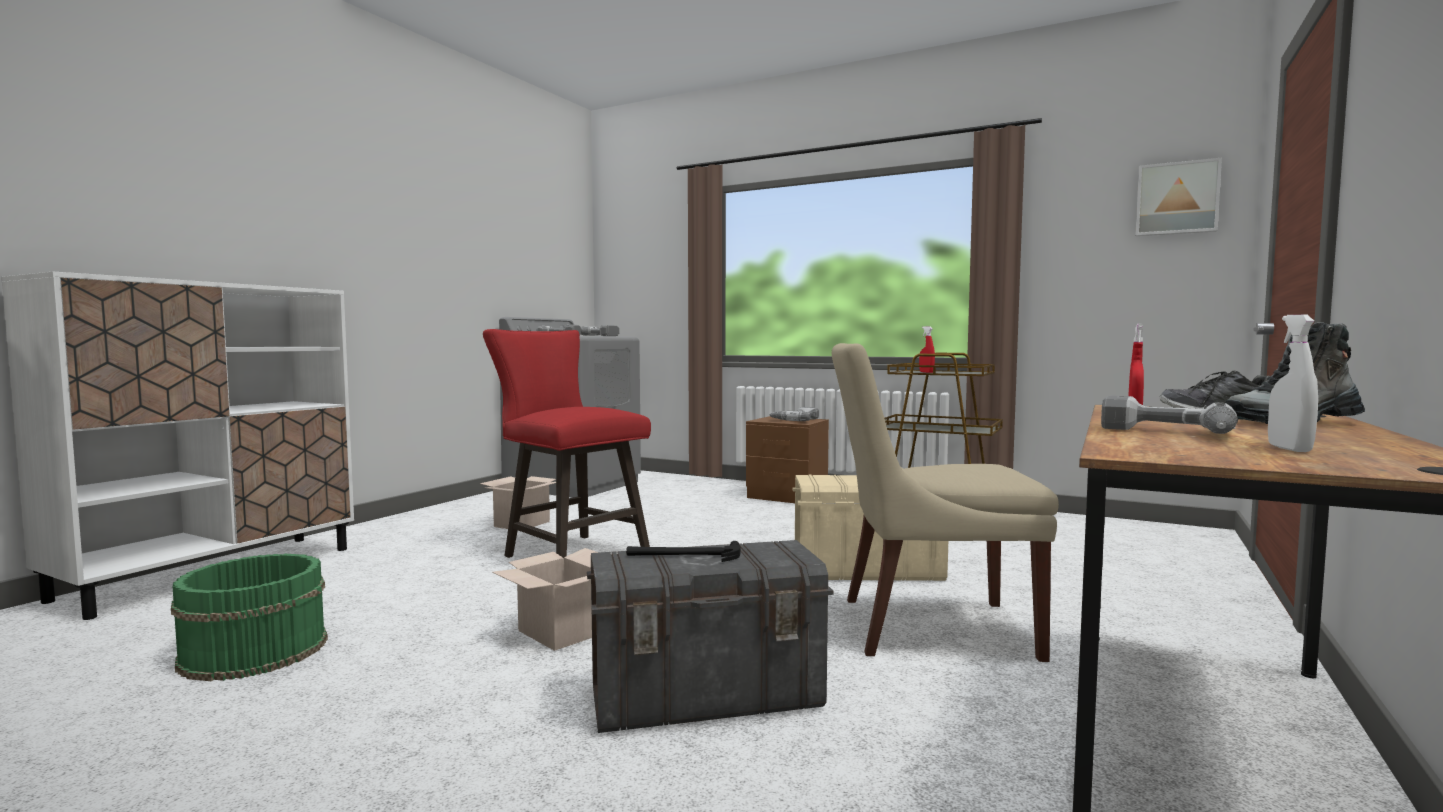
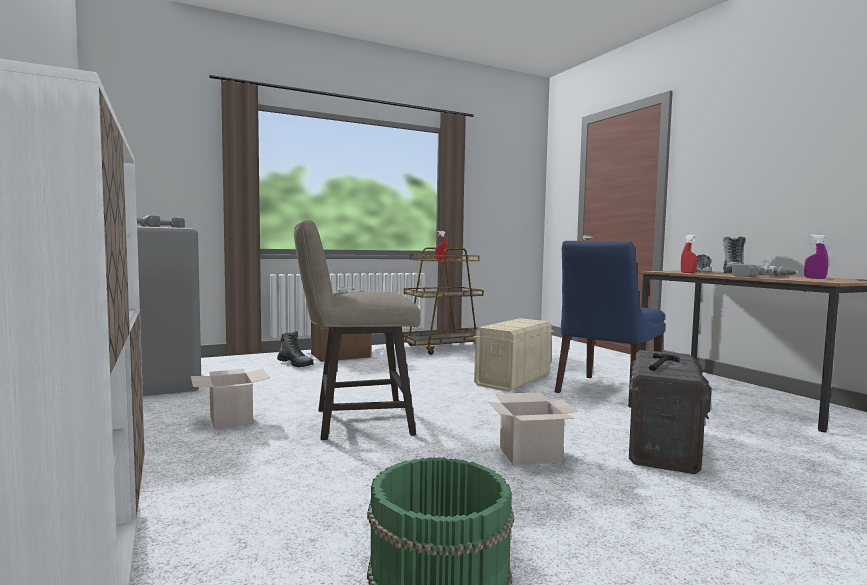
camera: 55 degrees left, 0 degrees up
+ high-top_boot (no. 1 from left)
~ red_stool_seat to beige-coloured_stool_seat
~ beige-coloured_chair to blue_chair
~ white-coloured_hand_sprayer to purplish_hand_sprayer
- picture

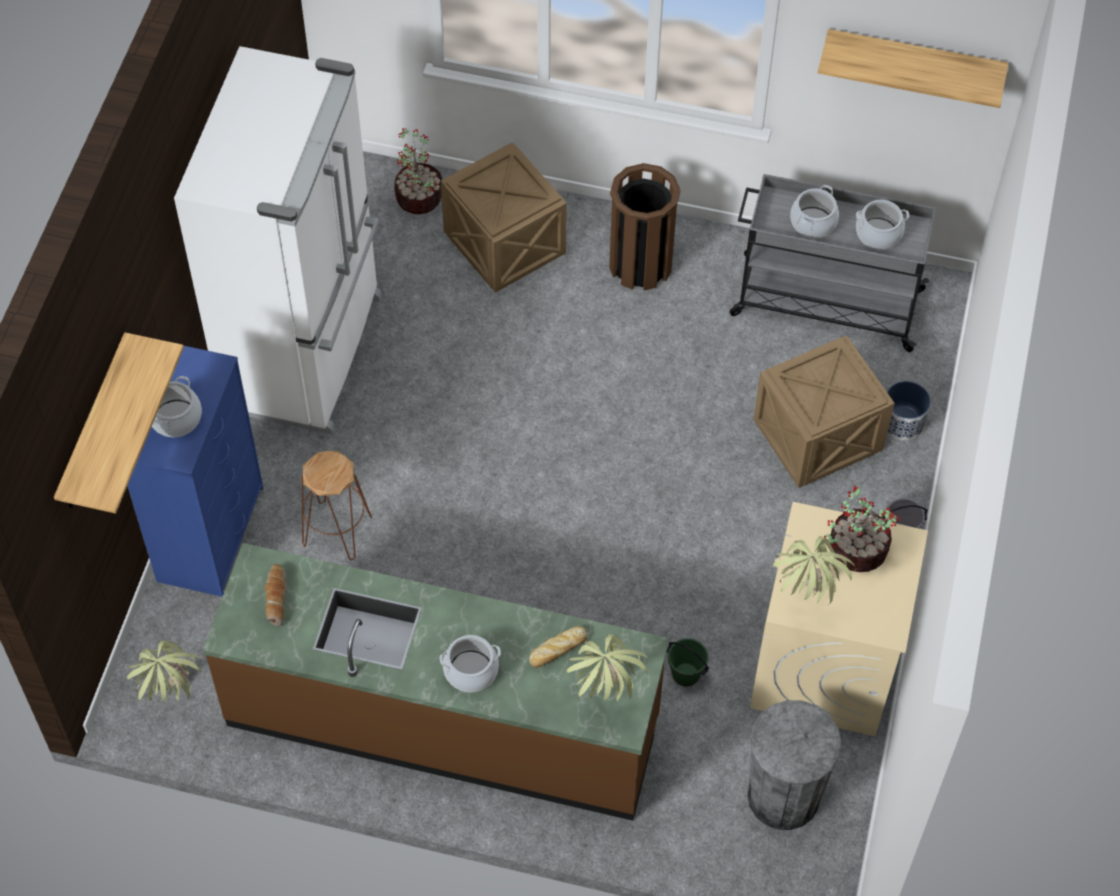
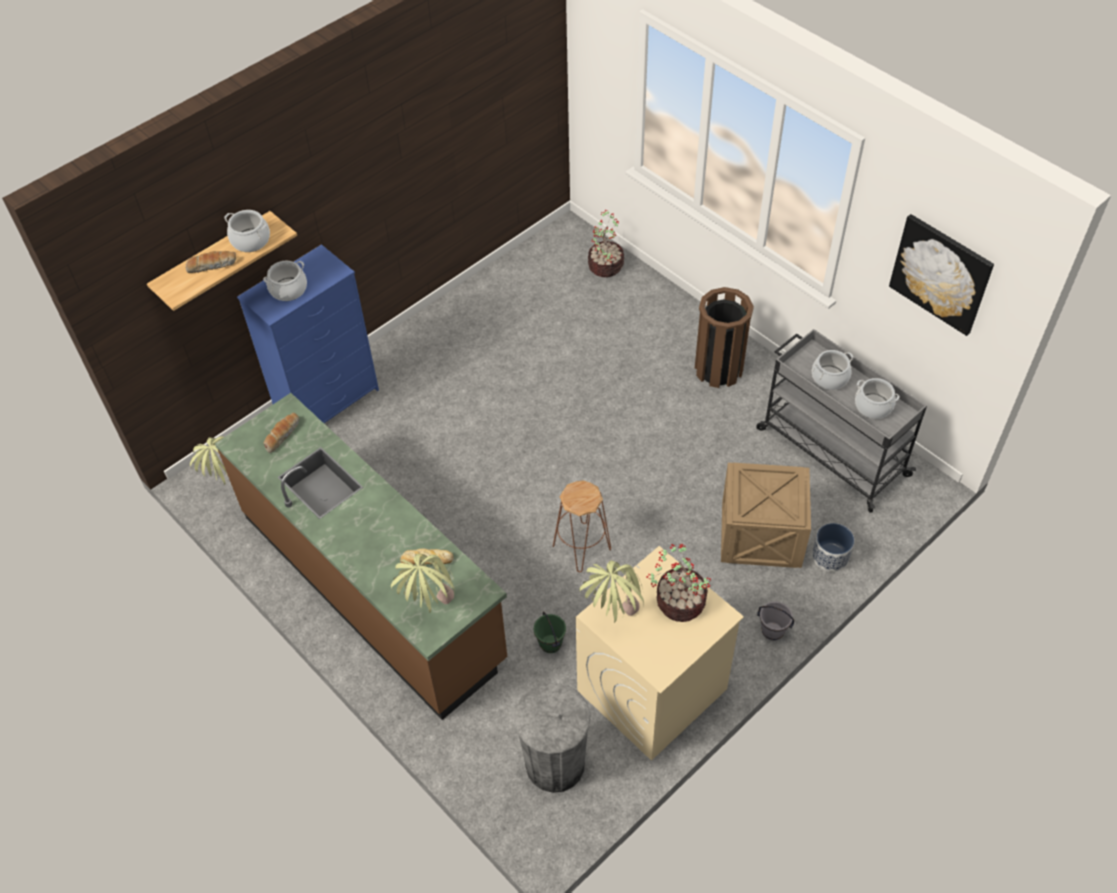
camera: 35 degrees right, 5 degrees down
+ baked_bread (no. 1 from left)
~ cooking_pot (no. 2 from left in the first image) to cooking_pot (no. 1 from left)
~ brown-coloured_stool_seat
~ shelf (no. 2 from left) to picture
- white-coloured_kitchen_fridge
- crate (no. 1 from left)

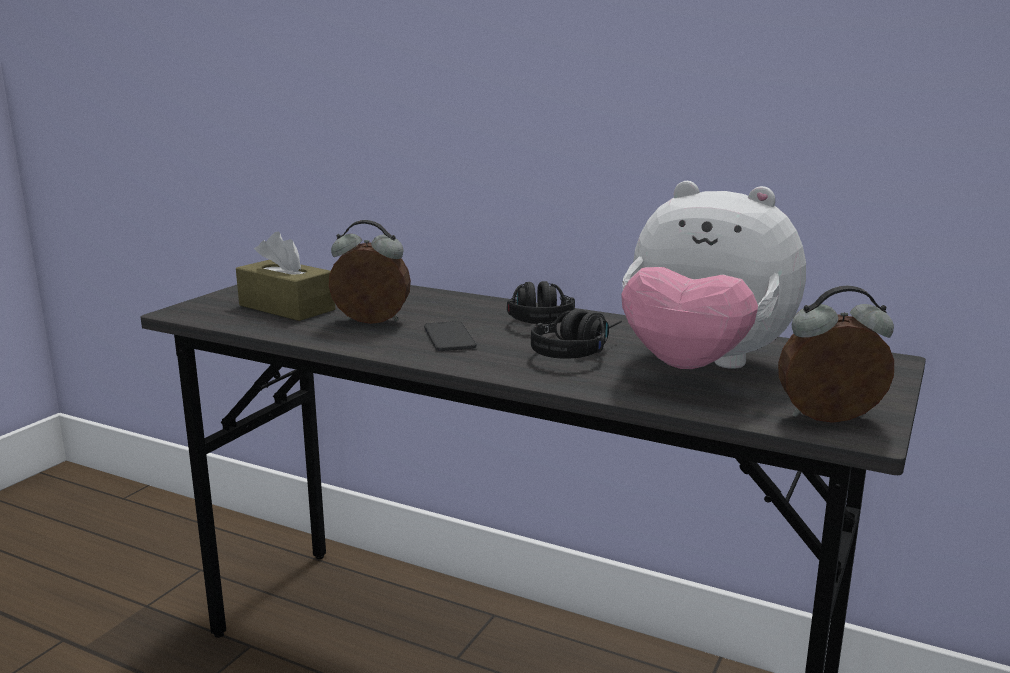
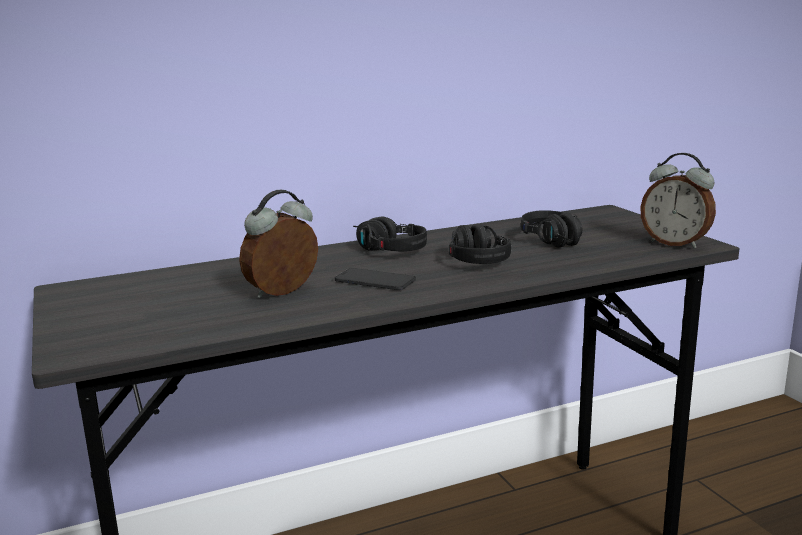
camera: 50 degrees left, 0 degrees up
~ cuddly_toy to black_headphones (no. 3 from left)
~ bedside_clock (no. 2 from left) 90 degrees counterclockwise
- brown-coloured_tissue_box

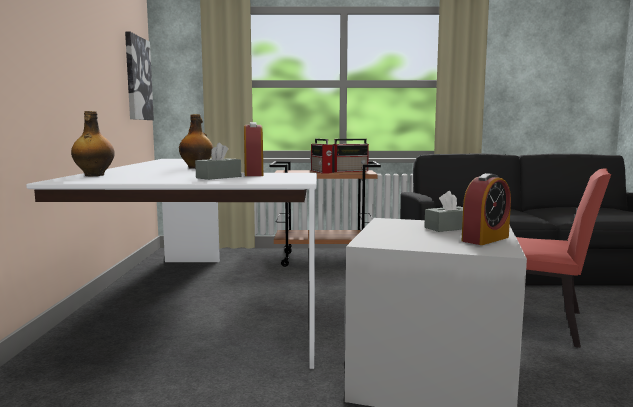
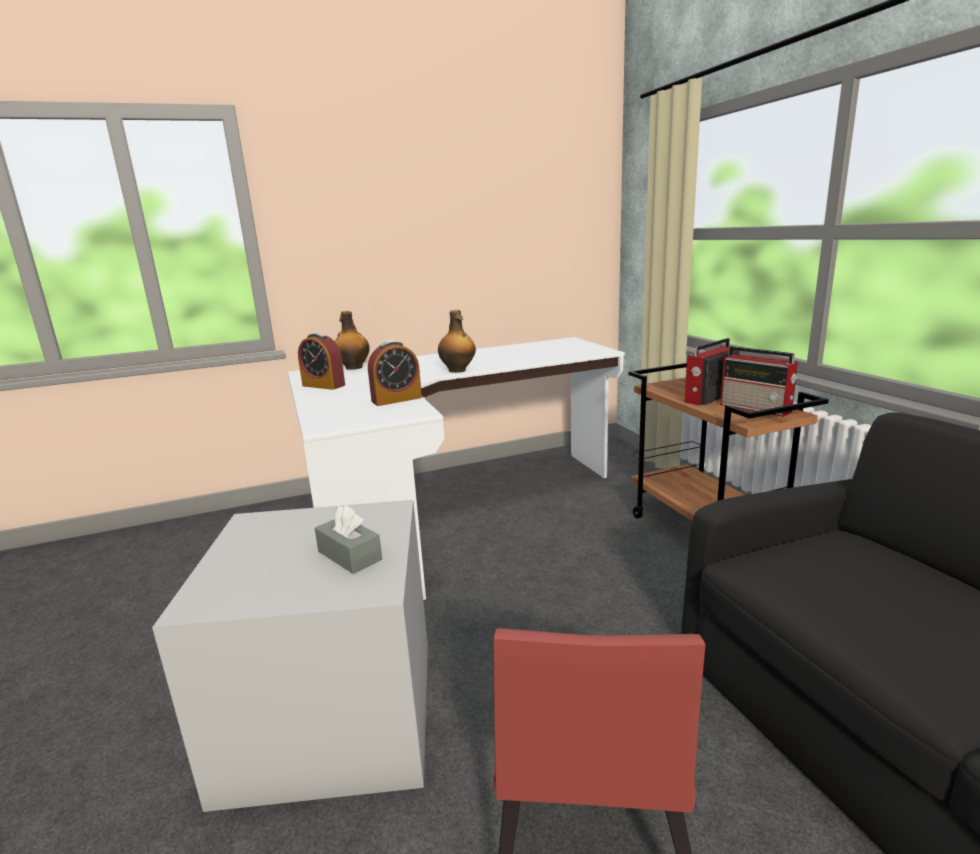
camera: 70 degrees right, 10 degrees up
~ bedside_clock (no. 2 from left in the first image) to bedside_clock (no. 1 from left)
- picture
- greyish_tissue_box (no. 1 from left)

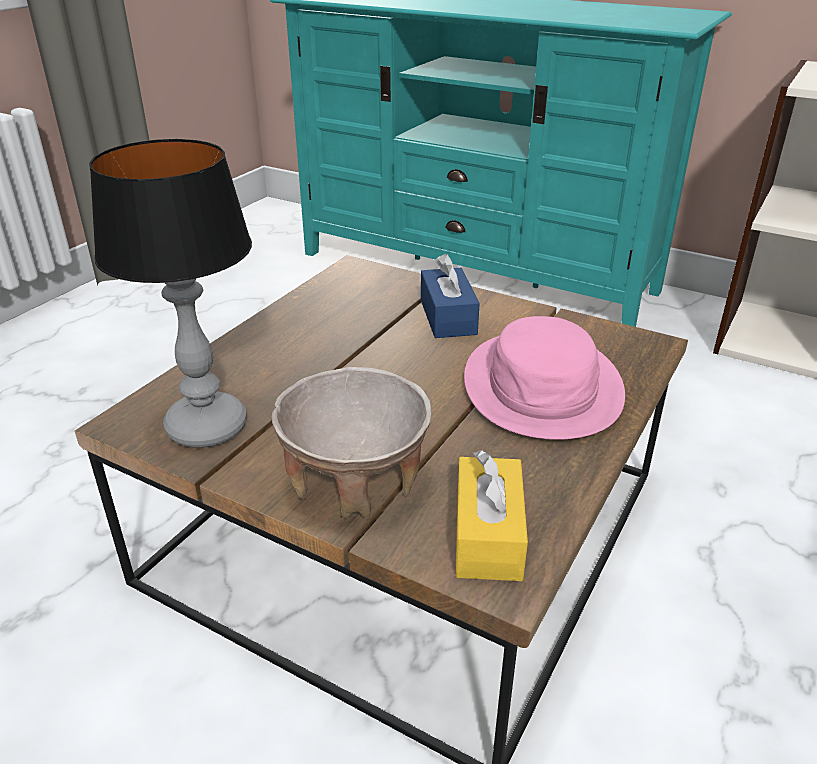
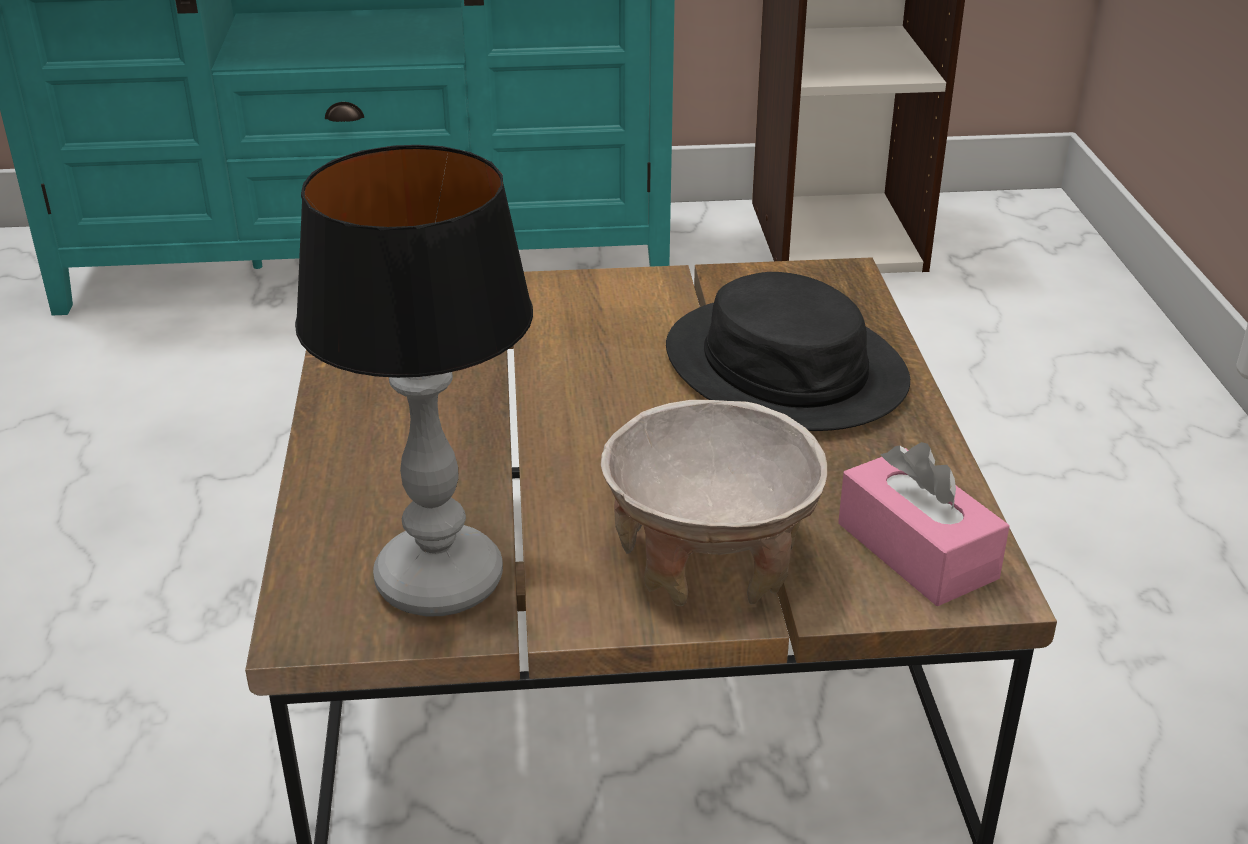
camera: 35 degrees left, 0 degrees up
~ pink-coloured_wearable_hat to black_wearable_hat
~ yellow-coloured_tissue_box to pink-coloured_tissue_box
- blue_tissue_box

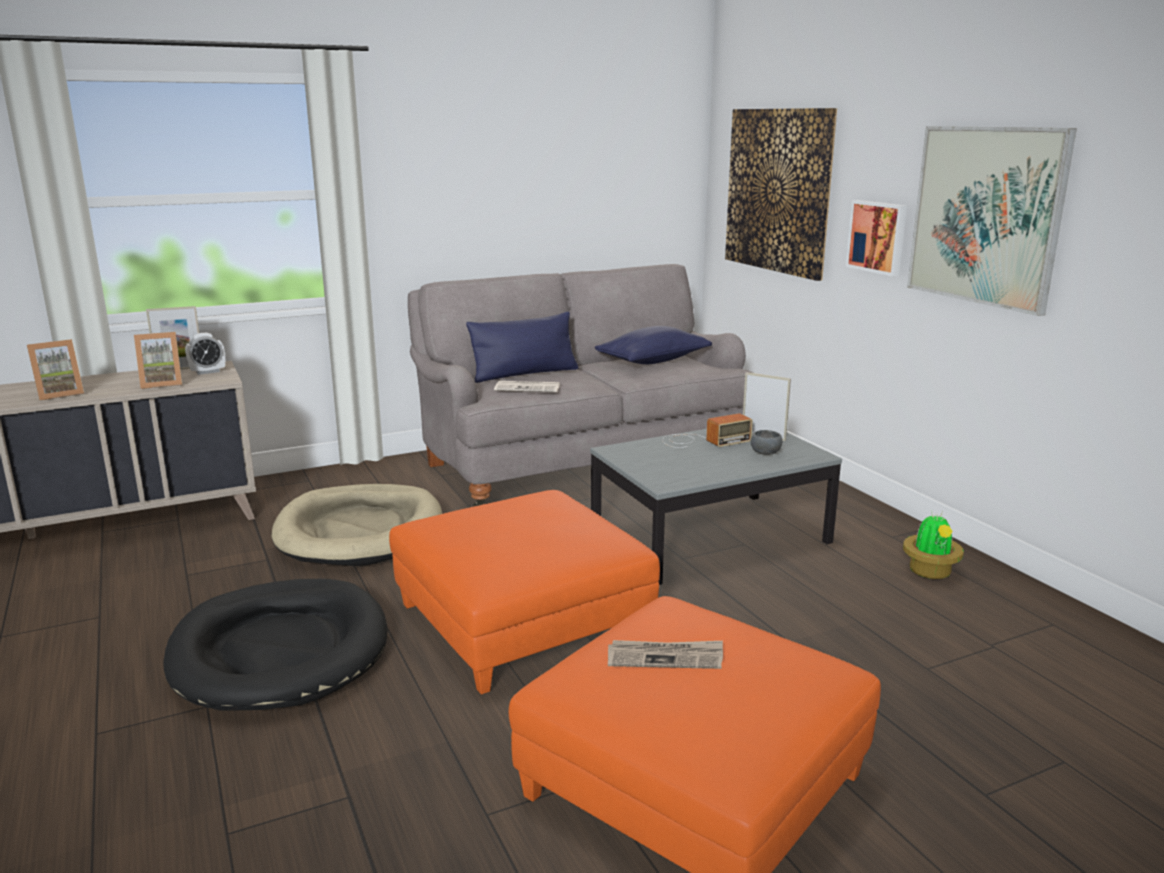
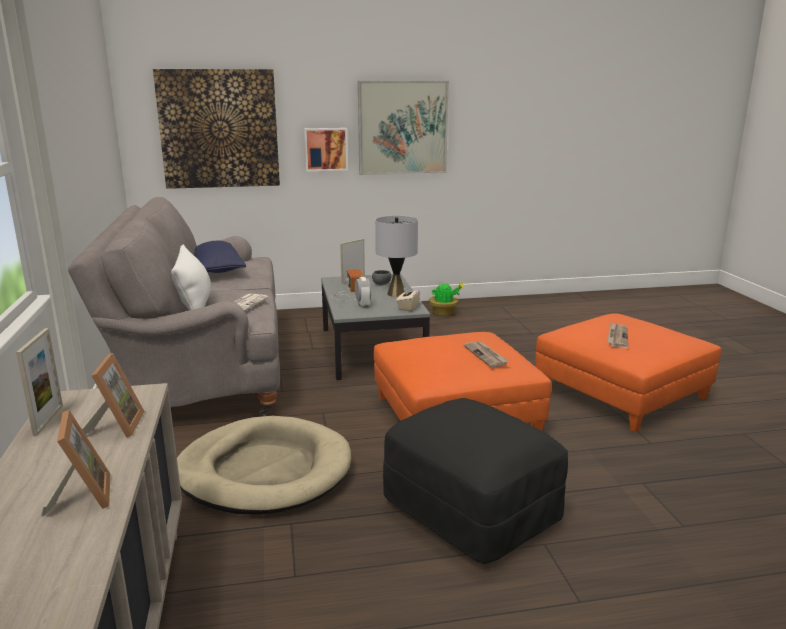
camera: 75 degrees left, 0 degrees up
~ blue_pillow (no. 1 from left) to white-coloured_pillow
~ bedside_clock
+ greyish_table_lamp
~ black_dog_bed to black_footrest
+ beige-coloured_tissue_box
+ newspaper (no. 2 from left)

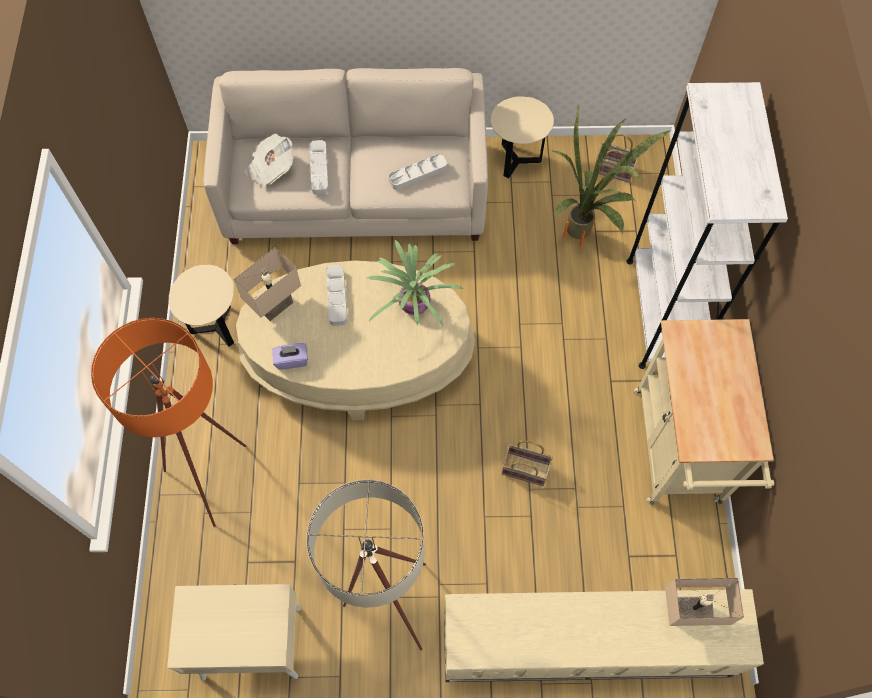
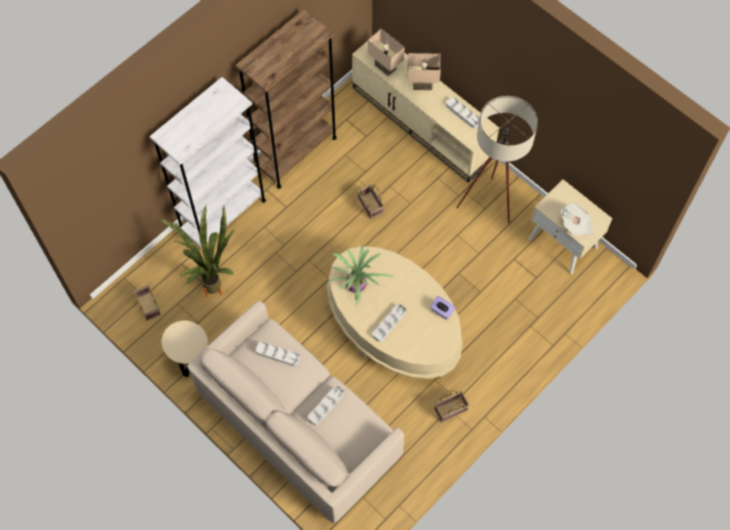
camera: 135 degrees left, 0 degrees up
~ beige-coloured_trolley to brown-coloured_bookcase
~ beige-coloured_table_lamp (no. 1 from left in the first image) to beige-coloured_table_lamp (no. 2 from left)
~ beige-coloured_end_table (no. 1 from left) to storage_basket (no. 3 from left)
+ greyish_carrying_tray (no. 4 from left)
~ newspaper
- orangey_standard_lamp

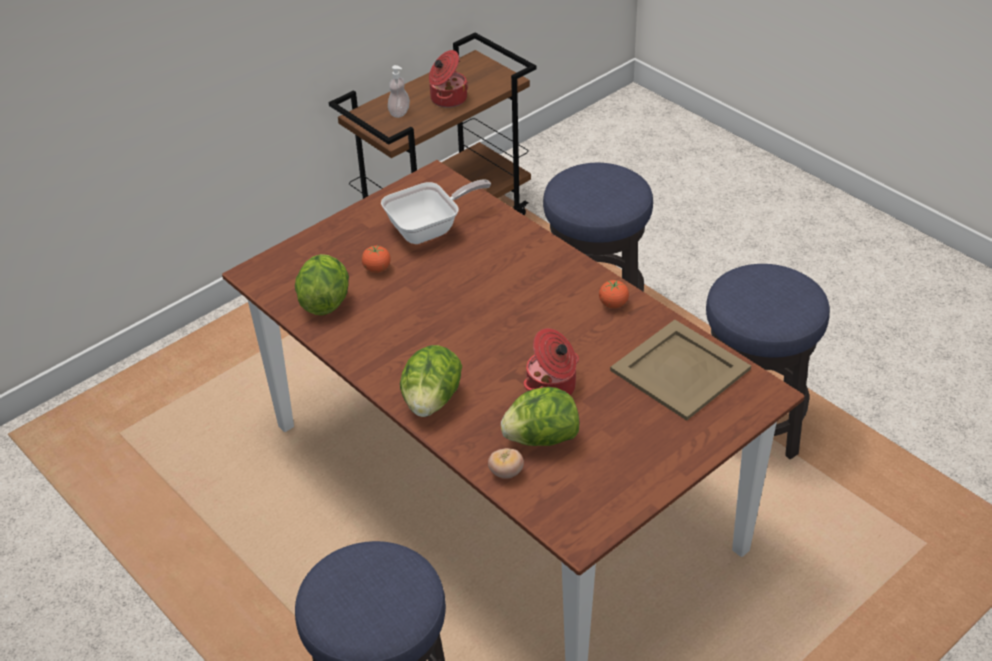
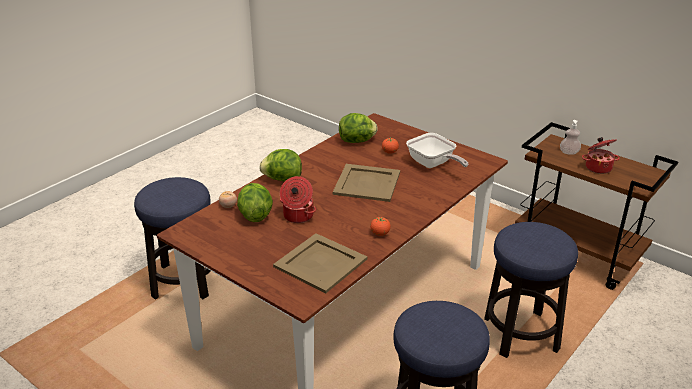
camera: 80 degrees right, 10 degrees down
+ beige-coloured_carrying_tray (no. 2 from left)

